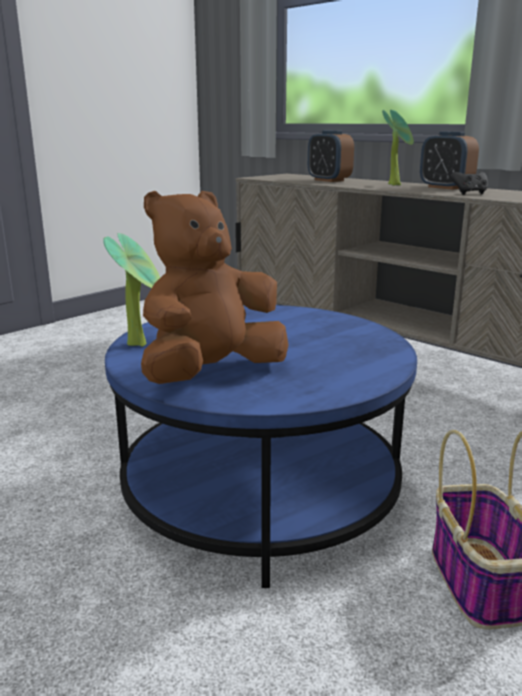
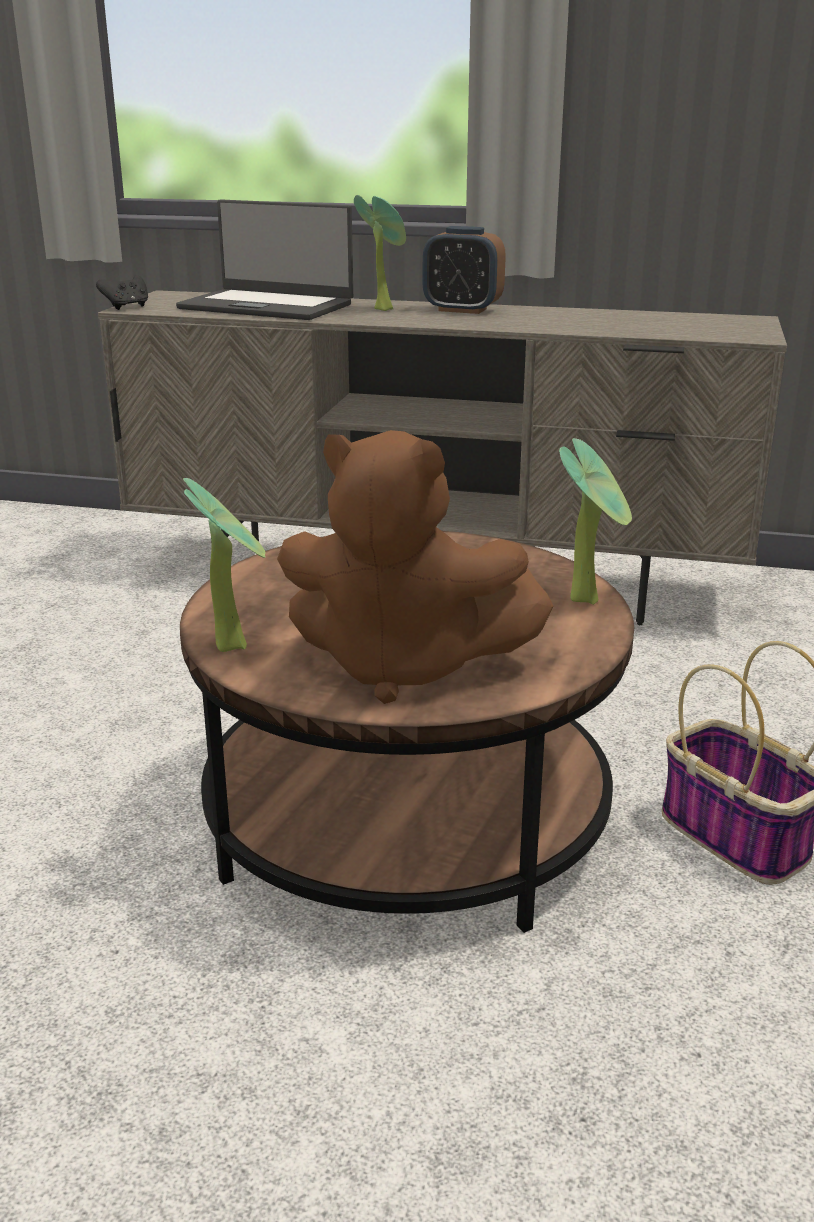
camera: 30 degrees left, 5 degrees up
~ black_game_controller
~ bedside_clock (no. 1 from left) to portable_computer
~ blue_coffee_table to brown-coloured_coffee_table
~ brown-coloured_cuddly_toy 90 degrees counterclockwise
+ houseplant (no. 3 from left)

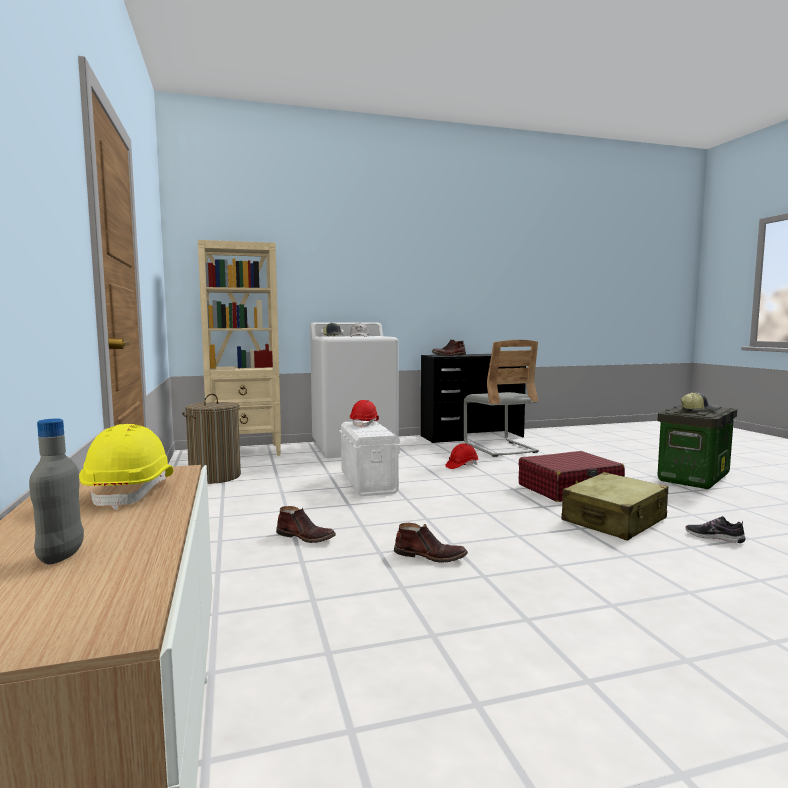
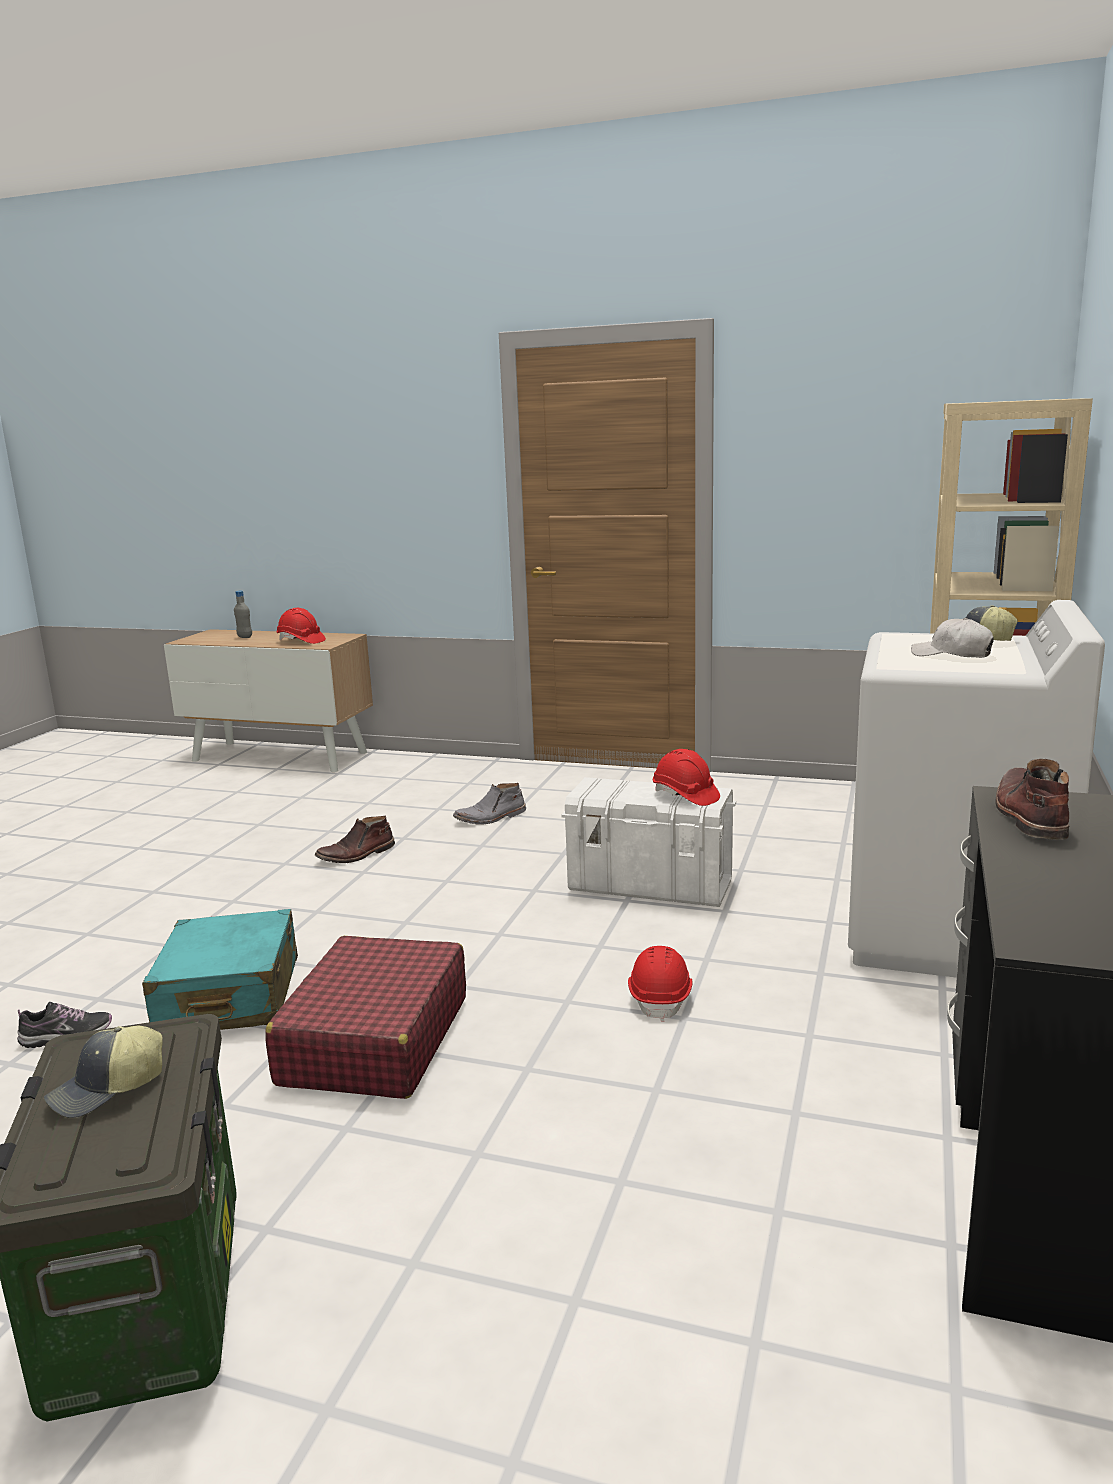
camera: 125 degrees right, 10 degrees up
~ beige-coloured_travel_case to turquoise-coloured_travel_case
~ yellow-coloured_work_helmet to red_work_helmet (no. 1 from left)
~ brown-coloured_high-top_boot (no. 1 from left) to greyish_high-top_boot
- laundry_basket
- greyish_chair

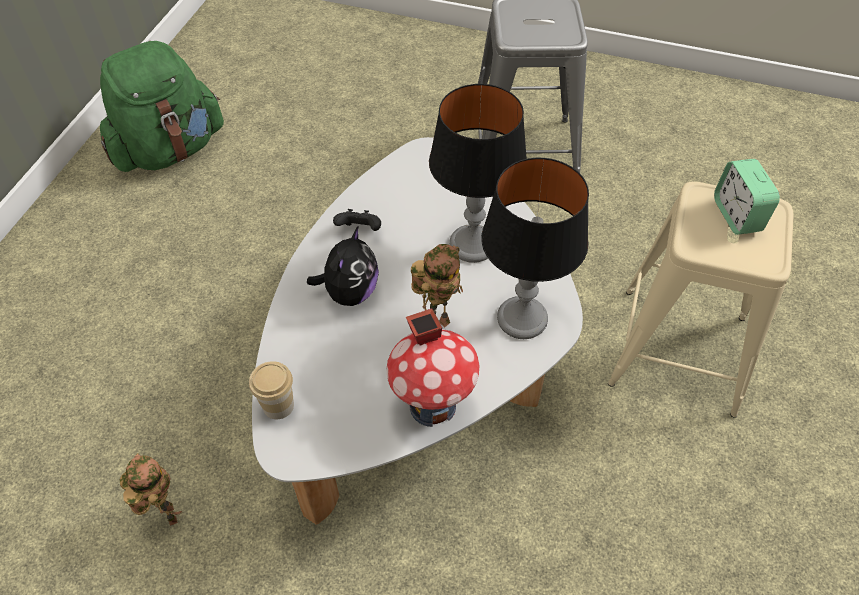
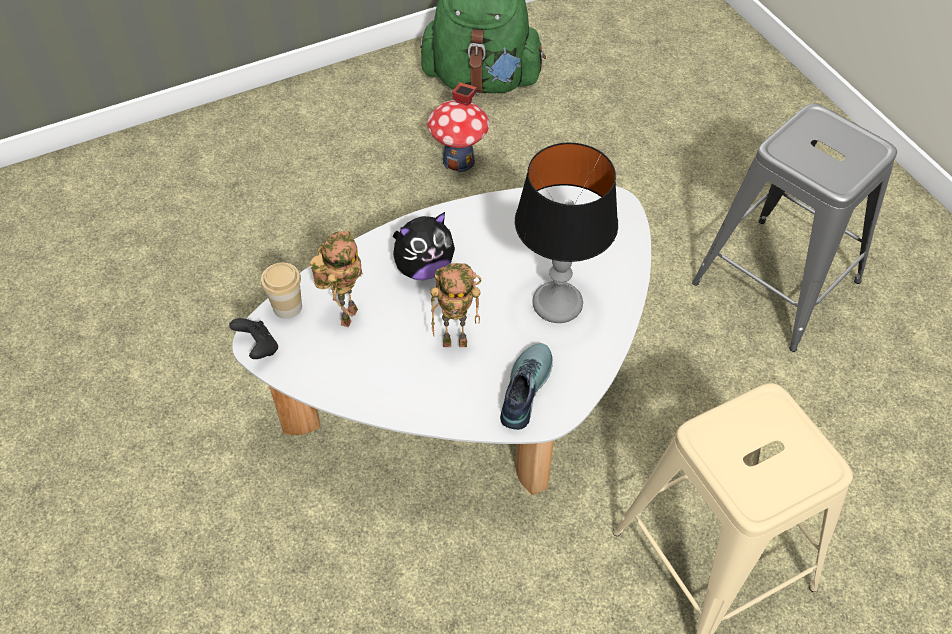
camera: 45 degrees right, 0 degrees up
~ black_game_controller
~ model_robot (no. 1 from left)
~ model_house
~ table_lamp (no. 2 from left) to shoe
- bedside_clock

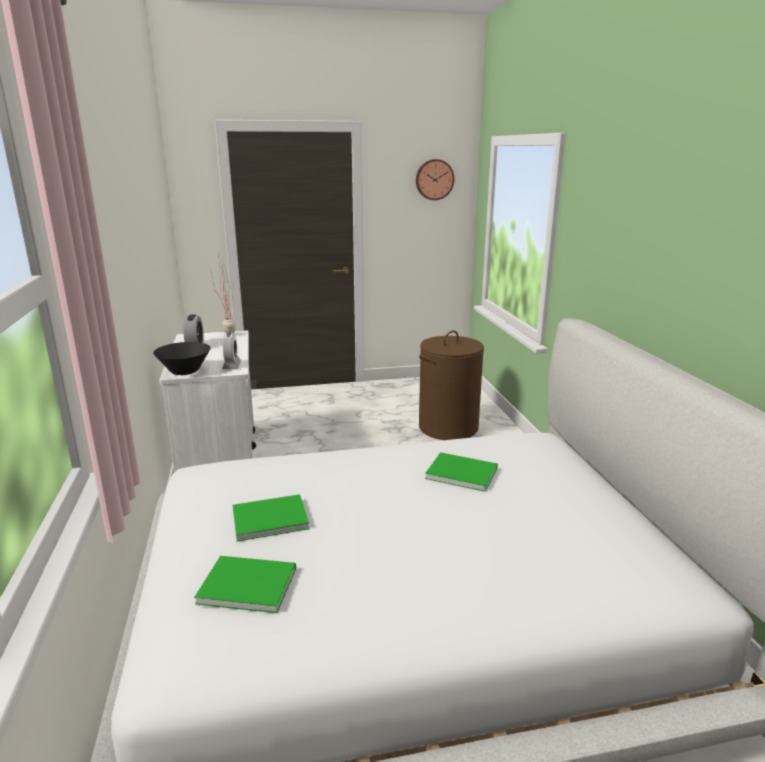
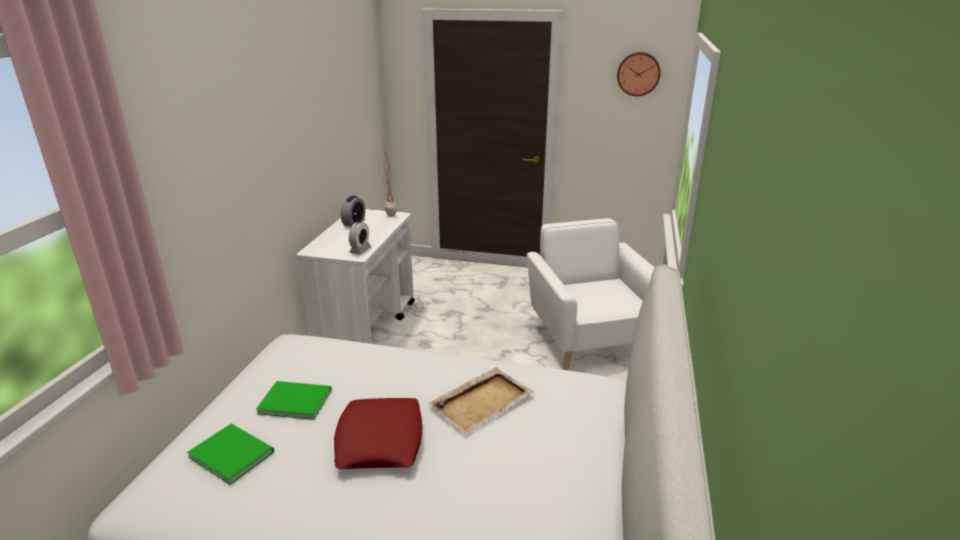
camera: 25 degrees right, 5 degrees up
+ red_pillow
~ greenish_book (no. 3 from left) to beige-coloured_carrying_tray
~ brown-coloured_laundry_basket to white-coloured_easy_chair
- black_bowl

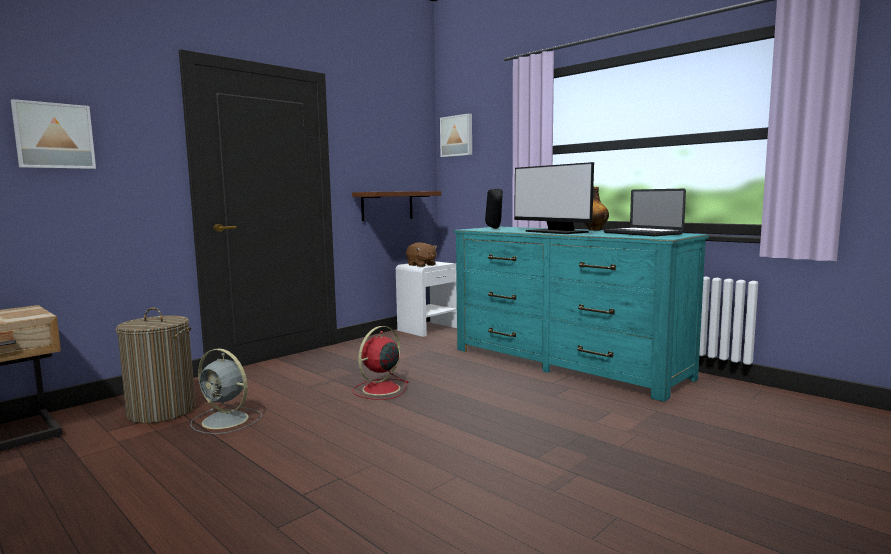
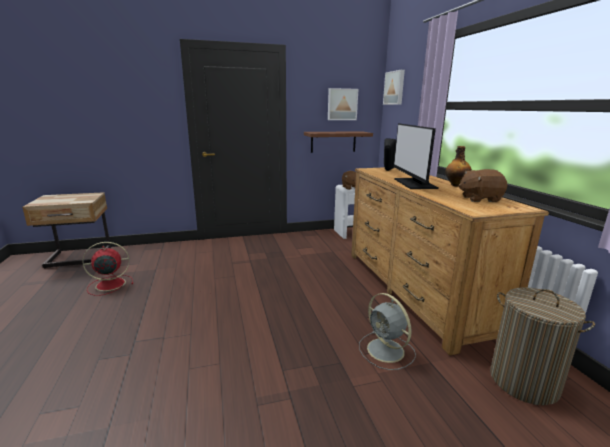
camera: 30 degrees right, 10 degrees up
~ red_fan
~ picture (no. 1 from left)
~ turquoise-coloured_chest_of_drawers to brown-coloured_chest_of_drawers
~ greyish_fan
~ portable_computer to brown-coloured_cuddly_toy (no. 2 from left)
~ laundry_basket

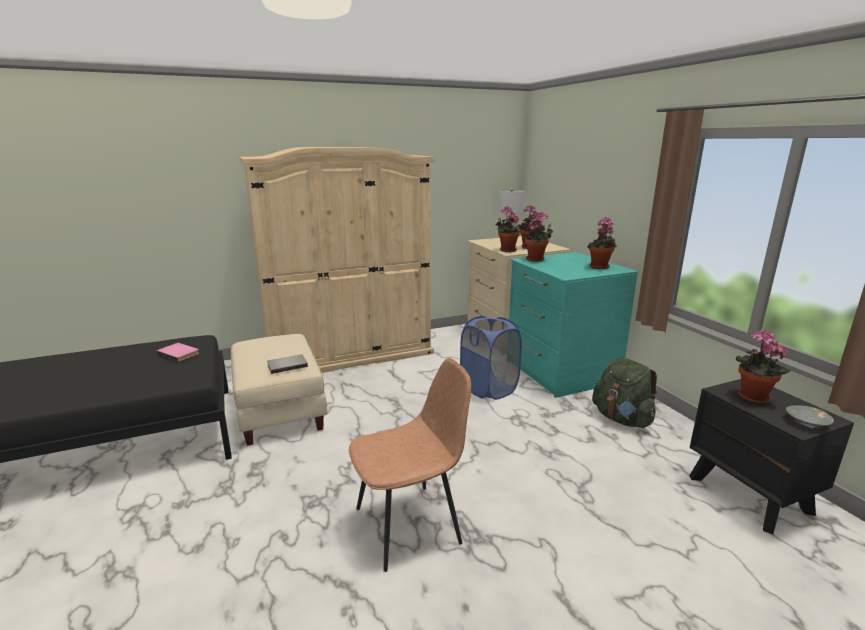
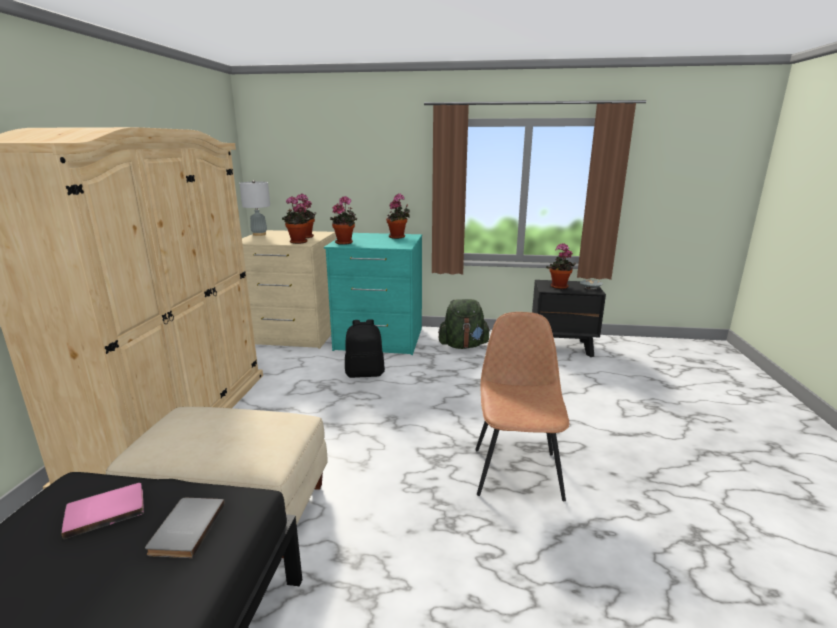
camera: 60 degrees left, 0 degrees up
~ greyish_book
~ blue_laundry_basket to black_backpack

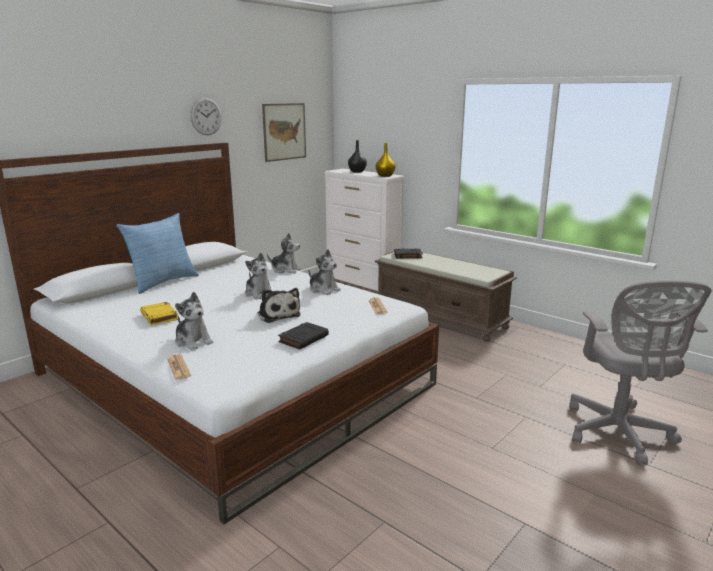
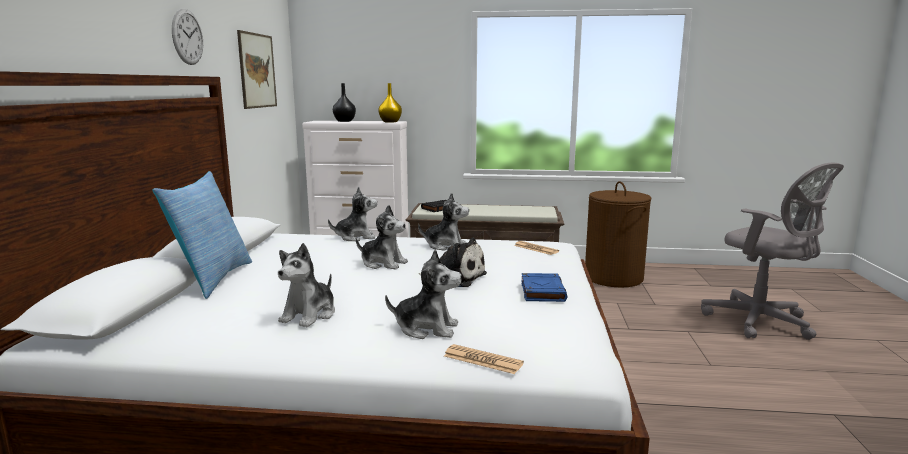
camera: 35 degrees left, 5 degrees down
~ yellow-coloured_book to cuddly_toy (no. 1 from left)
~ black_book (no. 1 from left) to blue_book
+ brown-coloured_laundry_basket

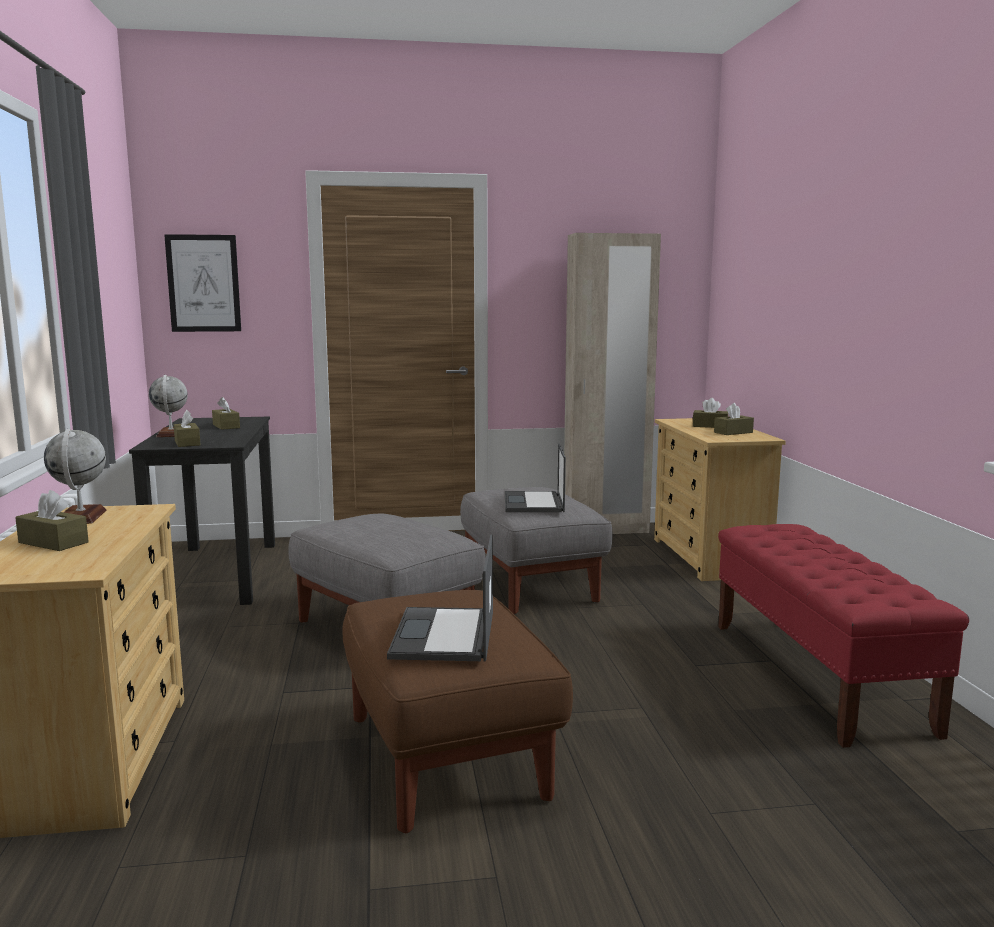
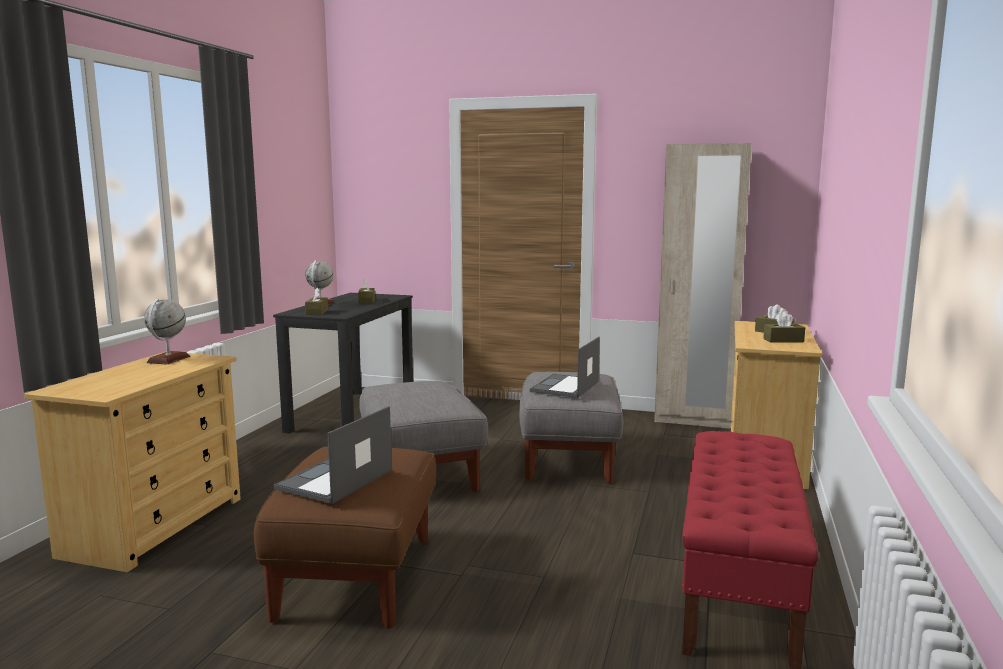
camera: 25 degrees right, 0 degrees up
- brown-coloured_tissue_box (no. 1 from left)
- picture

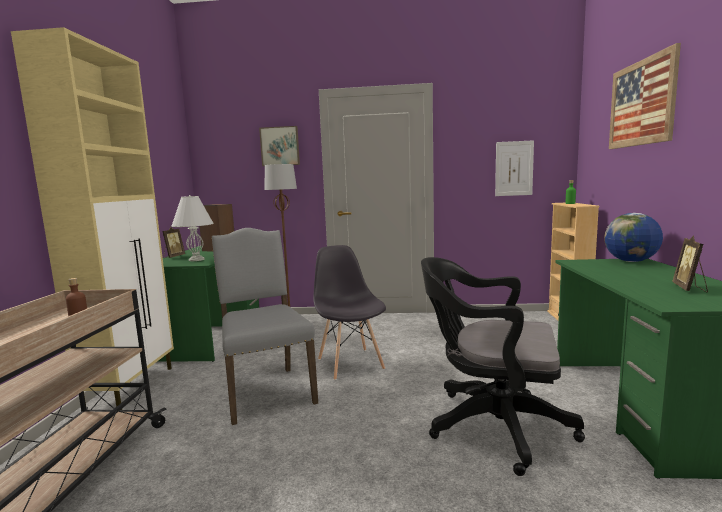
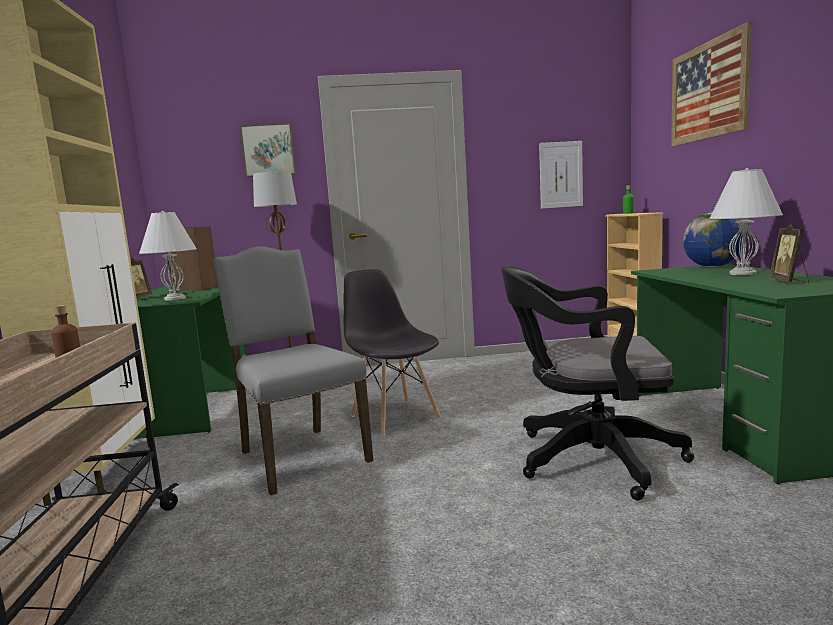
camera: 10 degrees left, 0 degrees up
+ white-coloured_table_lamp (no. 2 from left)

